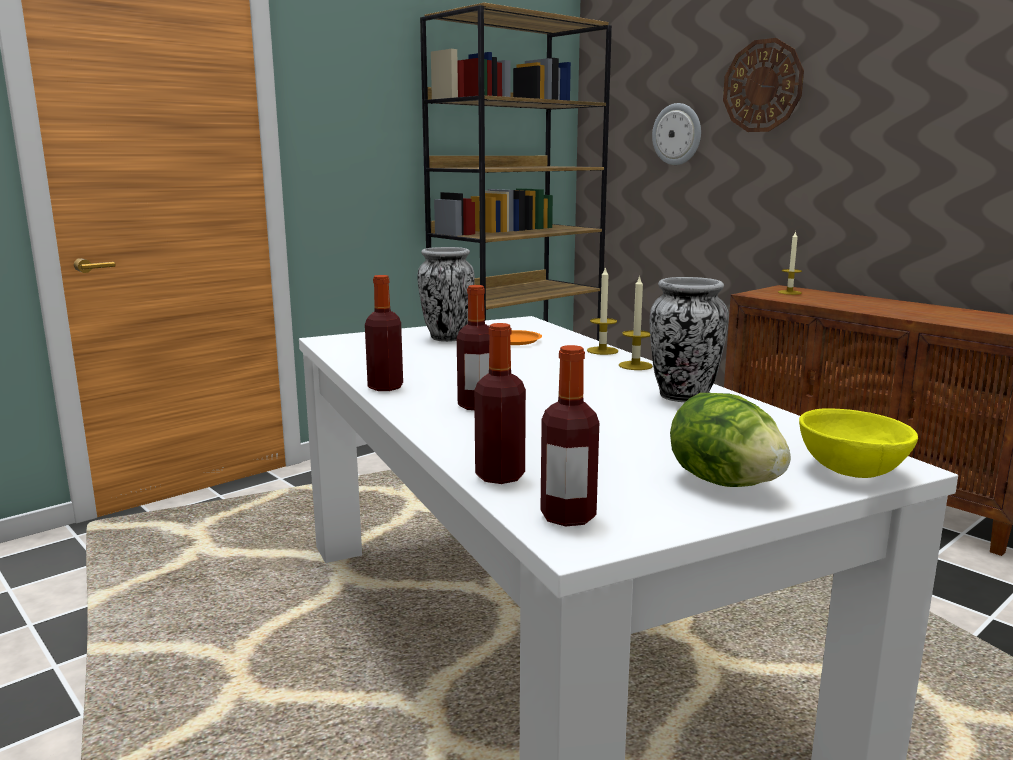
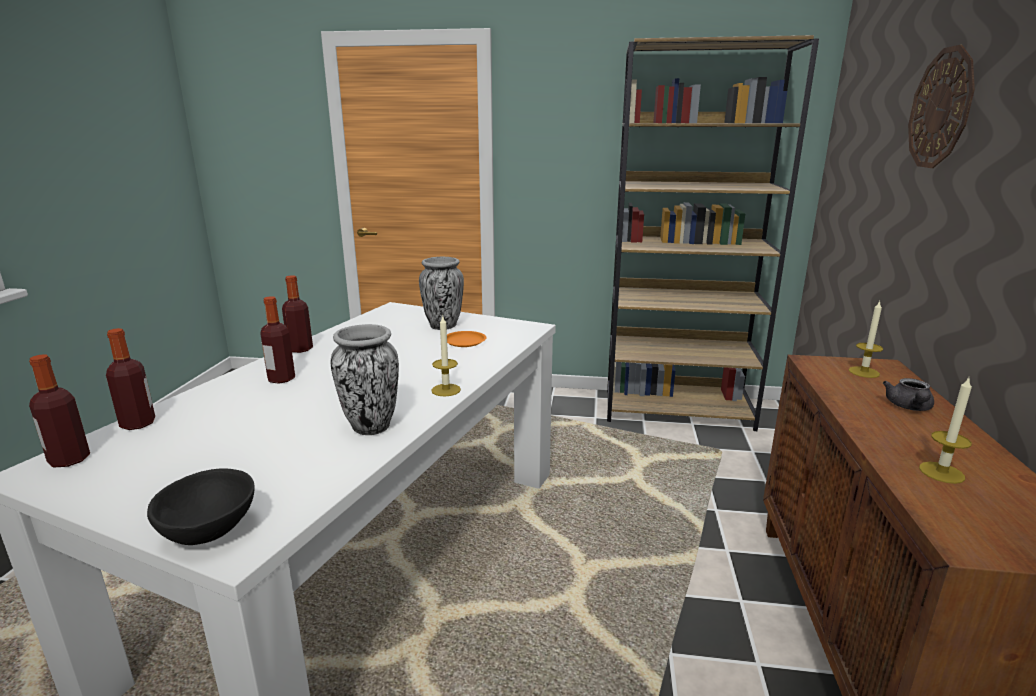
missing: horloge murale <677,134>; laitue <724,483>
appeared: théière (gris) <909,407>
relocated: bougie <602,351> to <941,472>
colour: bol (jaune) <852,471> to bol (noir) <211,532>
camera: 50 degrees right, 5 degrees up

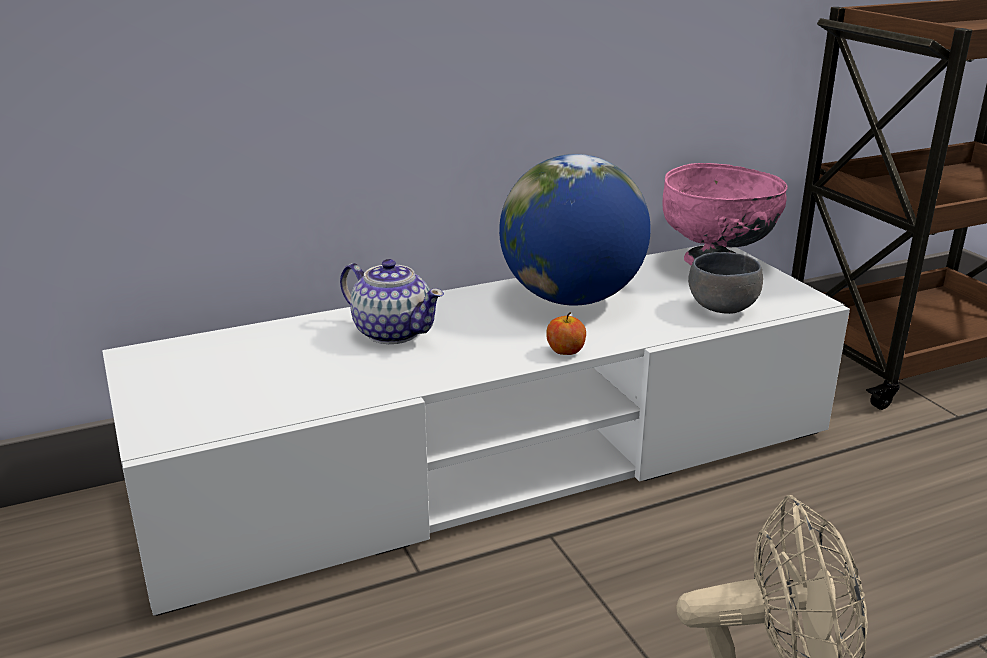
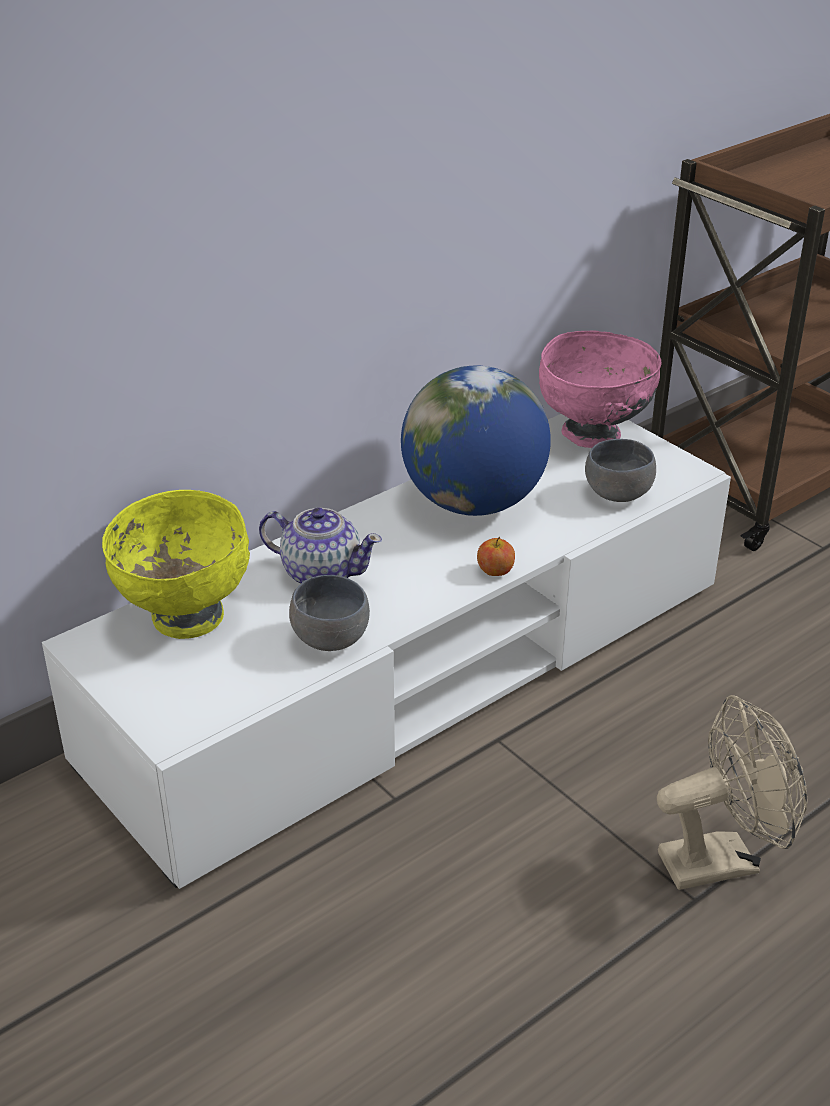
appeared: bol (jaune) <185,617>; bol (gris) <333,640>
camera: 15 degrees left, 10 degrees up

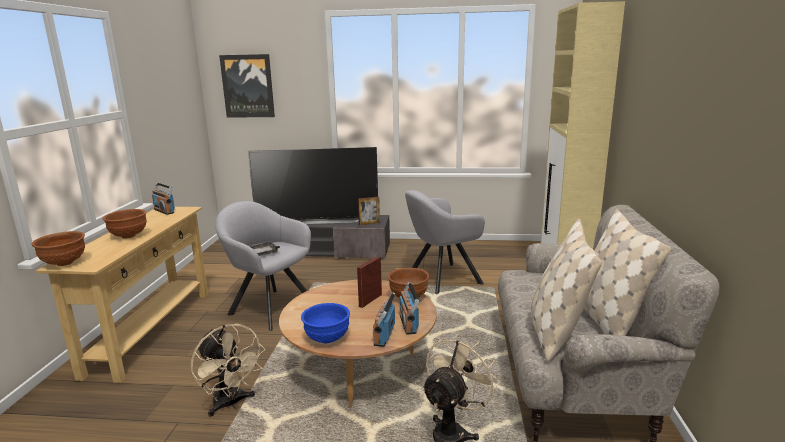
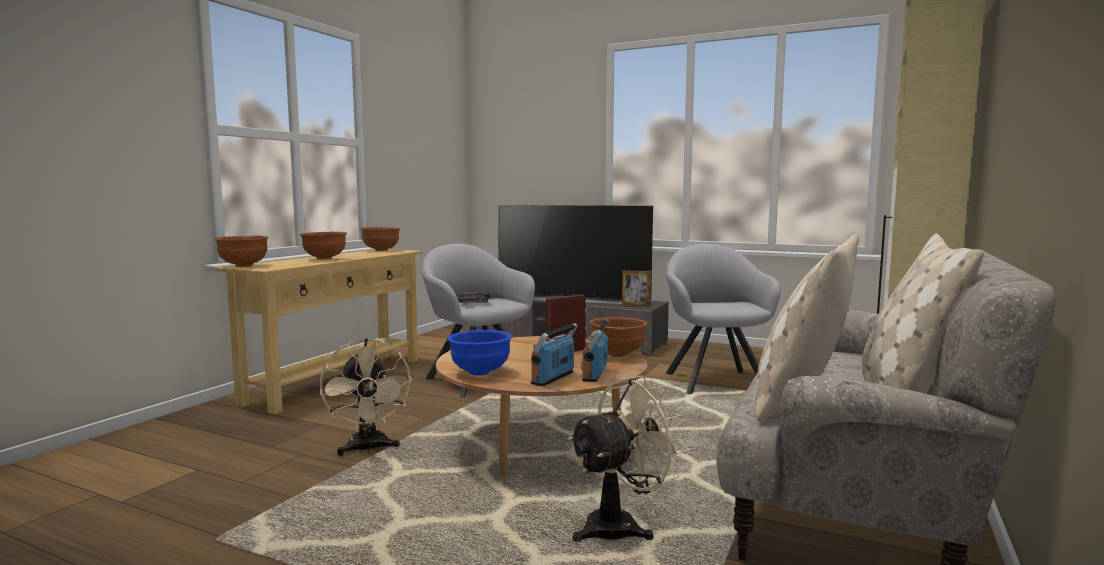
missing: tableau <248,86>
exchanged: radio <164,211> to bol (marron) <381,250>
spun: fauteuil (gris) <440,279> = <714,380> 90 degrees clockwise
camera: 20 degrees right, 10 degrees down

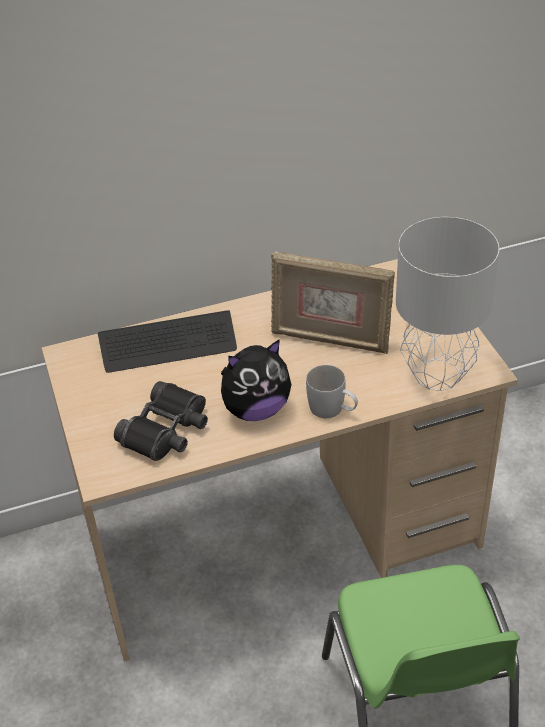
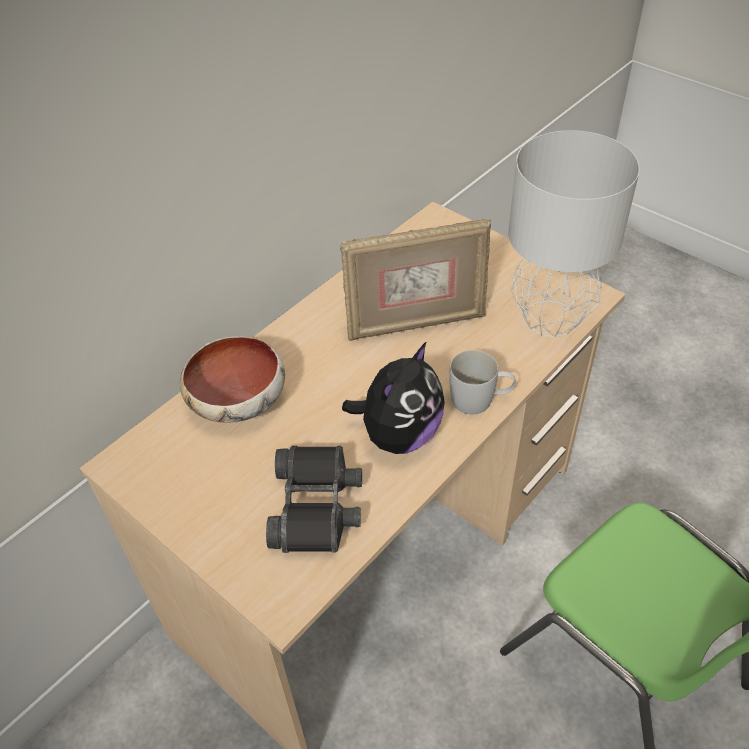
exchanged: clavier <168,344> to bol <239,399>
camera: 30 degrees left, 5 degrees up

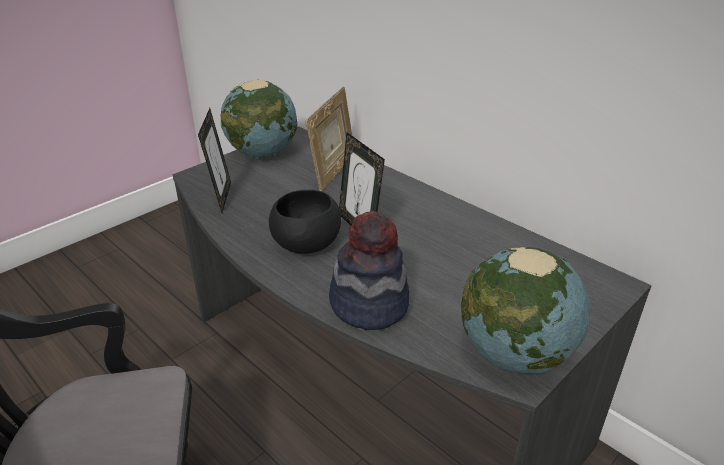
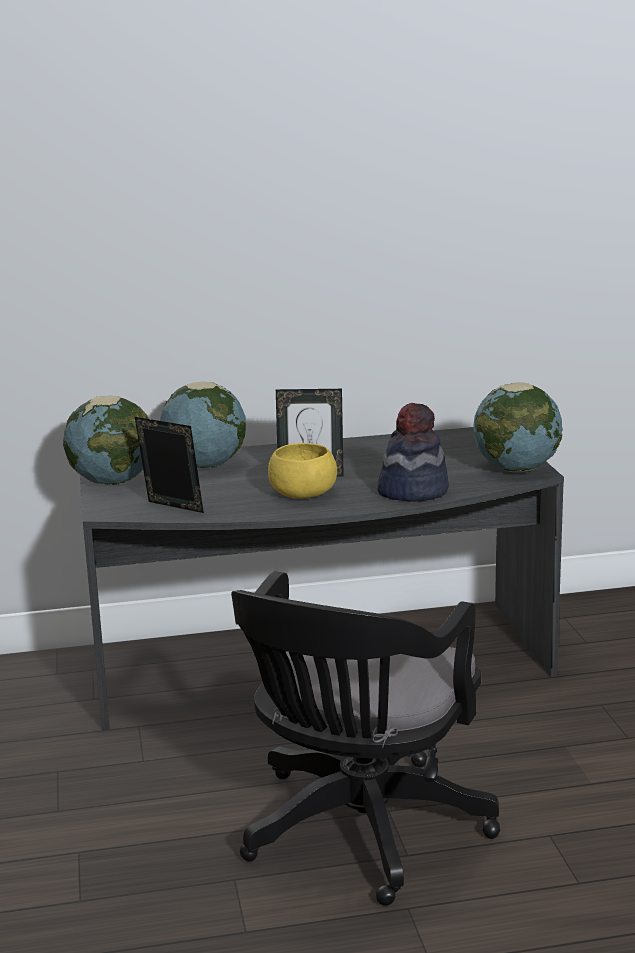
exchanged: cadre photo <333,172> to globe <205,465>
colour: bol (noir) <306,242> to bol (jaune) <302,494>
camera: 55 degrees left, 15 degrees down

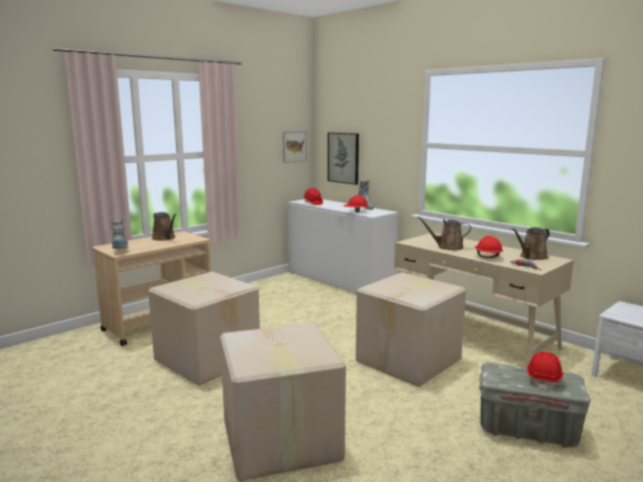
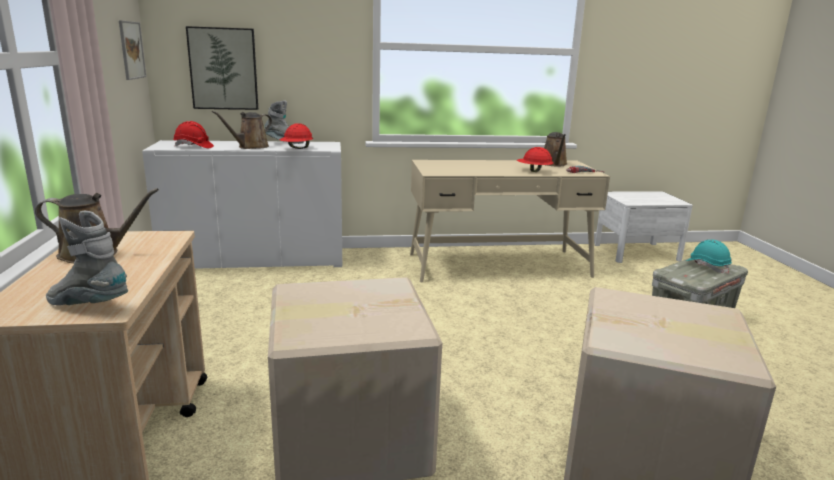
missing: carton <410,360>
relocated: arrosoir (marron) <447,247> to <250,147>
colour: casque de chantier (rouge) <544,379> to casque de chantier (turquoise) <707,266>
camera: 55 degrees left, 5 degrees up

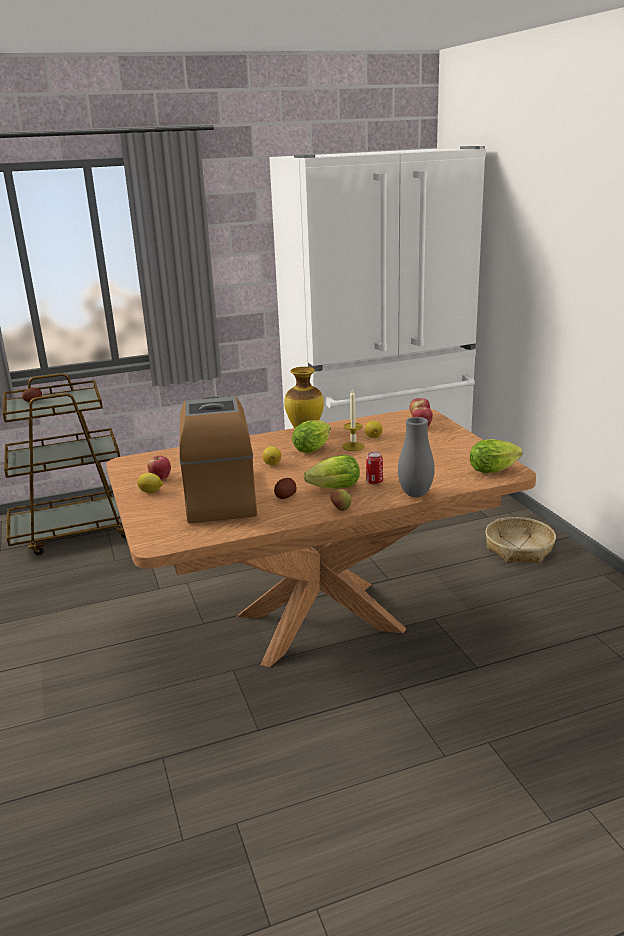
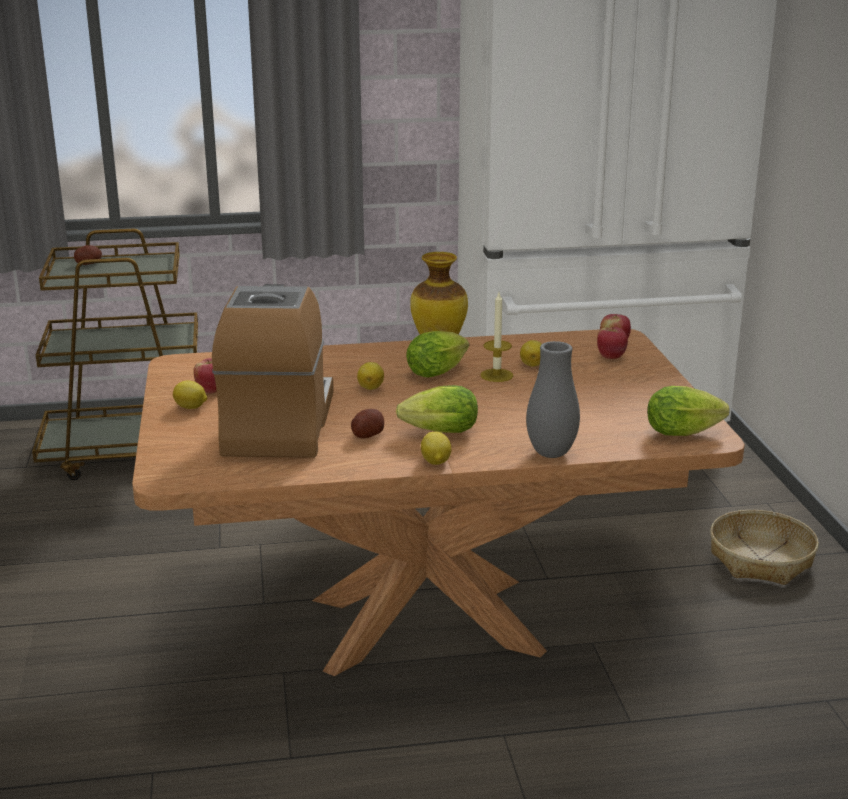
missing: boîte métallique <374,482>
exchanged: pomme <341,509> to citron <435,462>
camera: 10 degrees right, 0 degrees up

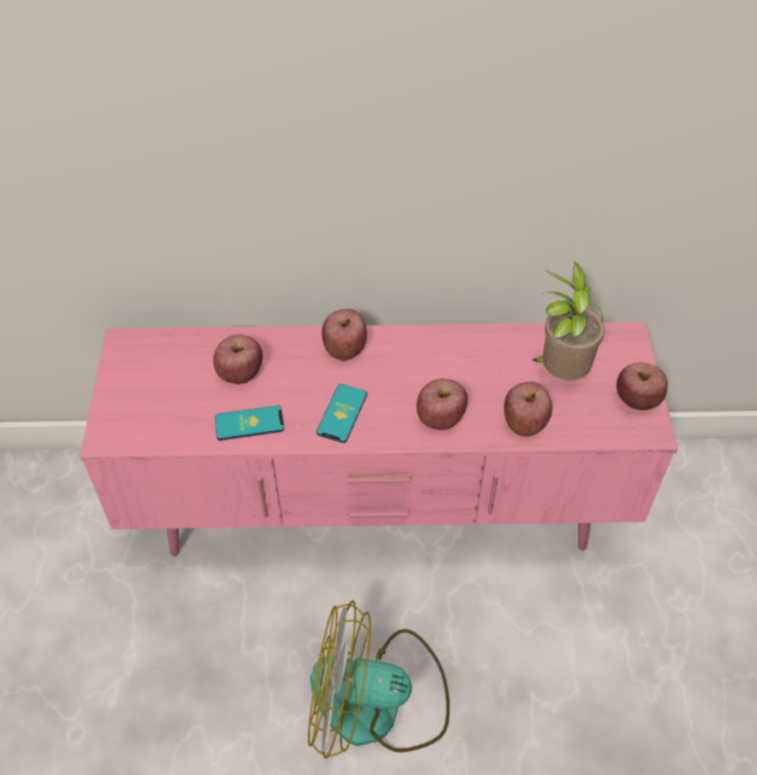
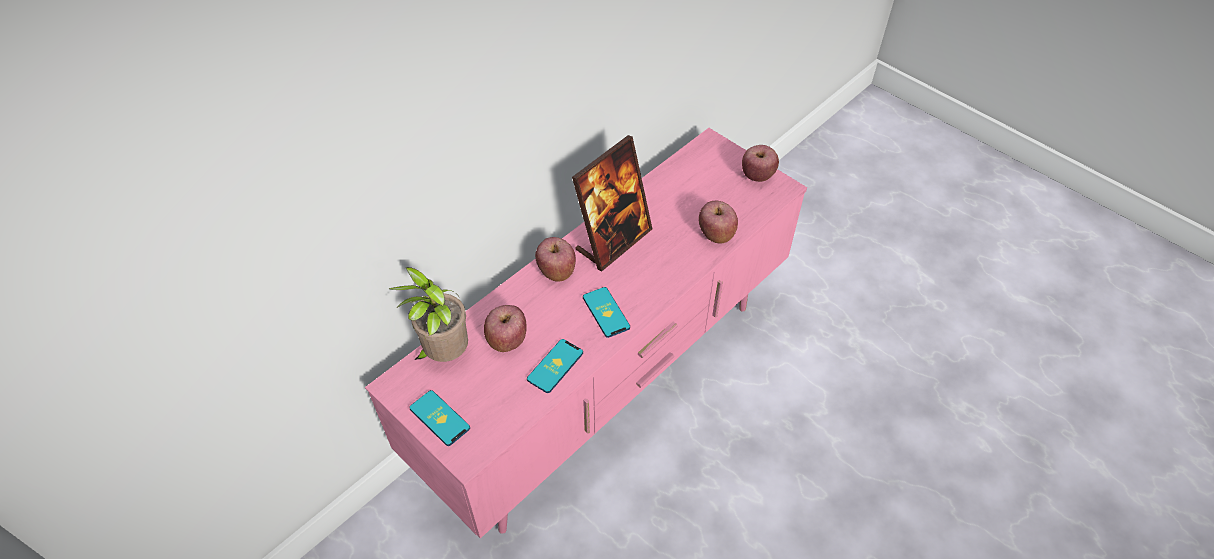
missing: ventilateur <377,703>; pomme <440,418>
appeared: téléphone <439,418>; cadre photo <613,241>
relocated: plante en pot <560,373> to <444,354>
camera: 45 degrees left, 0 degrees up

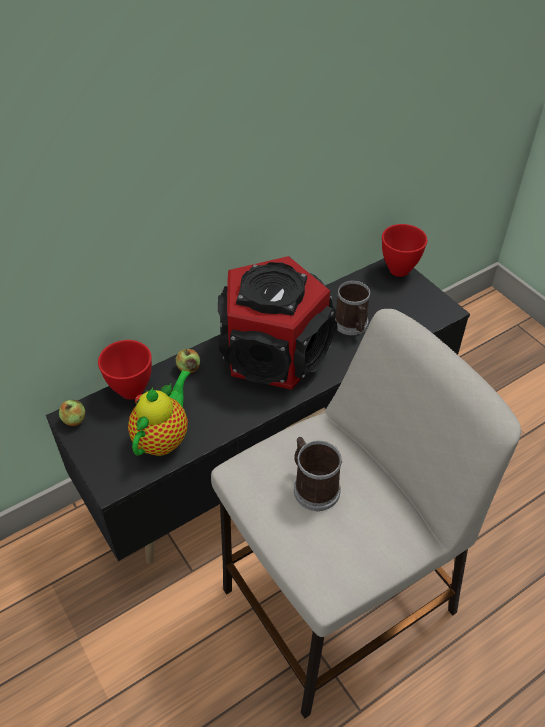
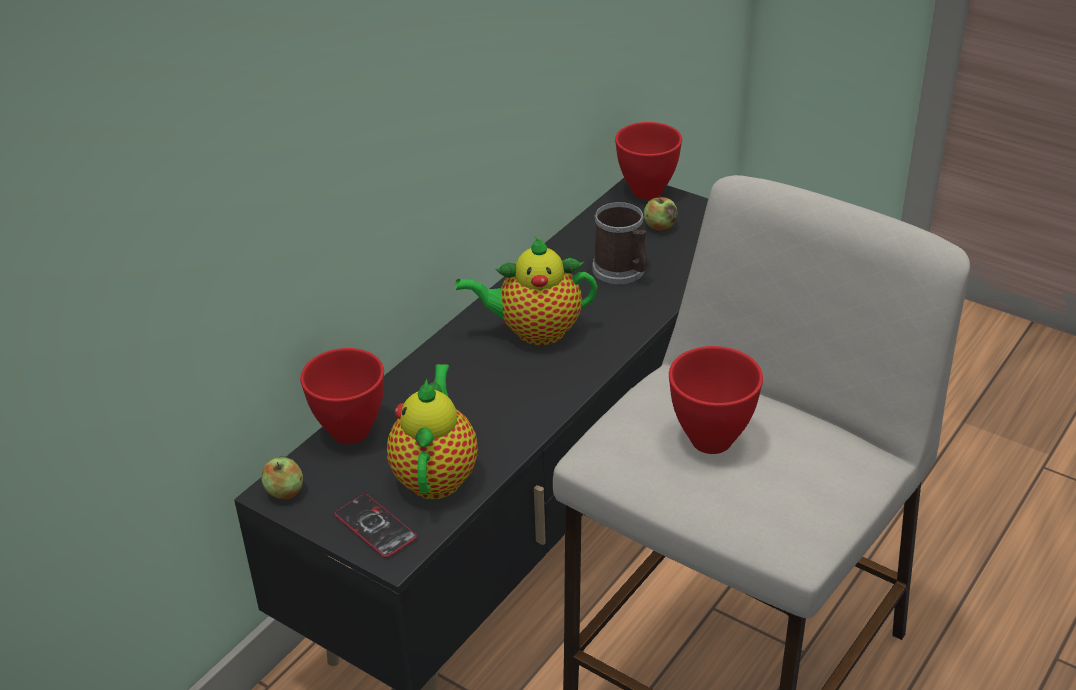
appeared: téléphone <375,527>
relocated: pomme <188,368> to <660,226>
exchanged: enceinte <275,353> to théière <534,331>; mug <313,486> to bol (rouge) <709,440>
camera: 20 degrees left, 10 degrees down

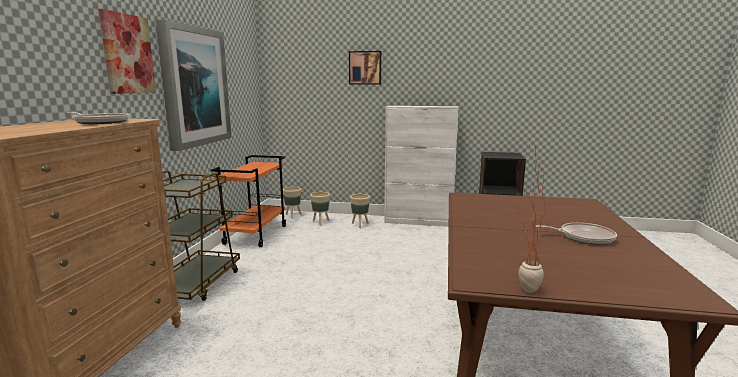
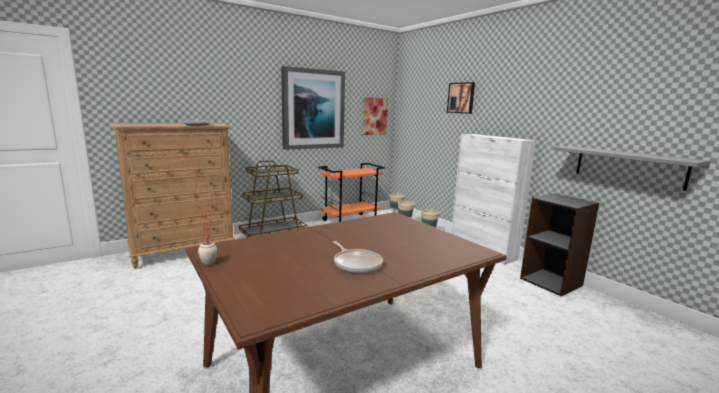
appeared: étagère (gris) <628,166>
relocated: tableau <128,54> to <374,116>
camera: 45 degrees right, 0 degrees up

